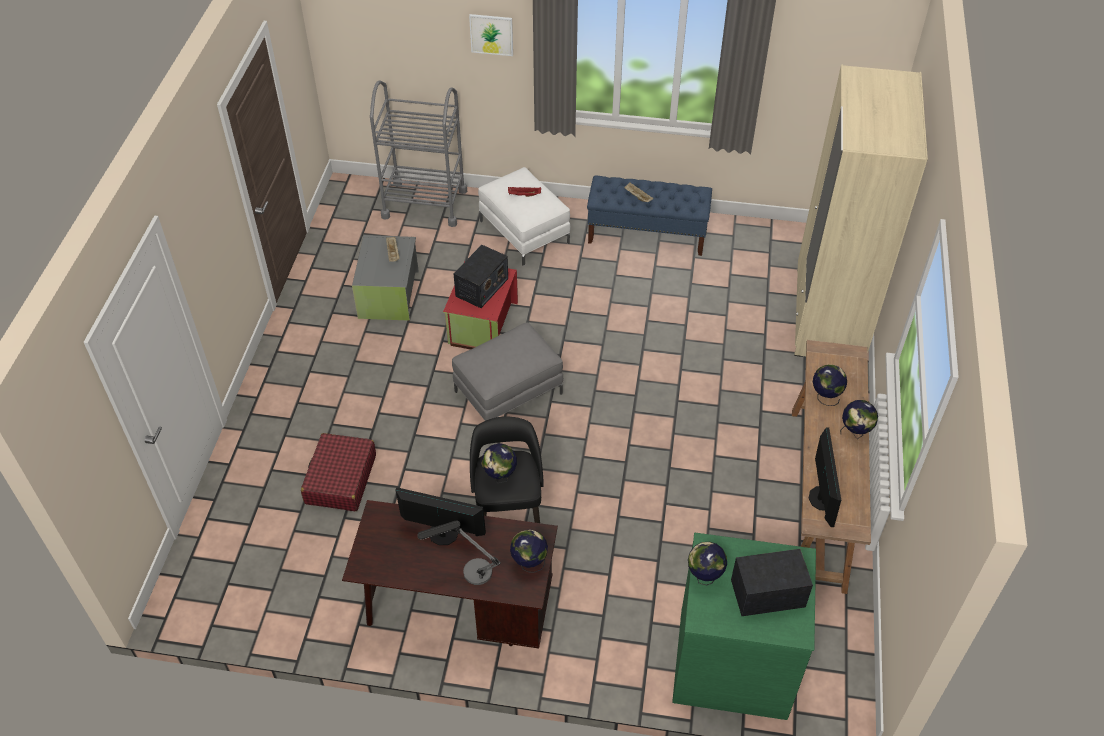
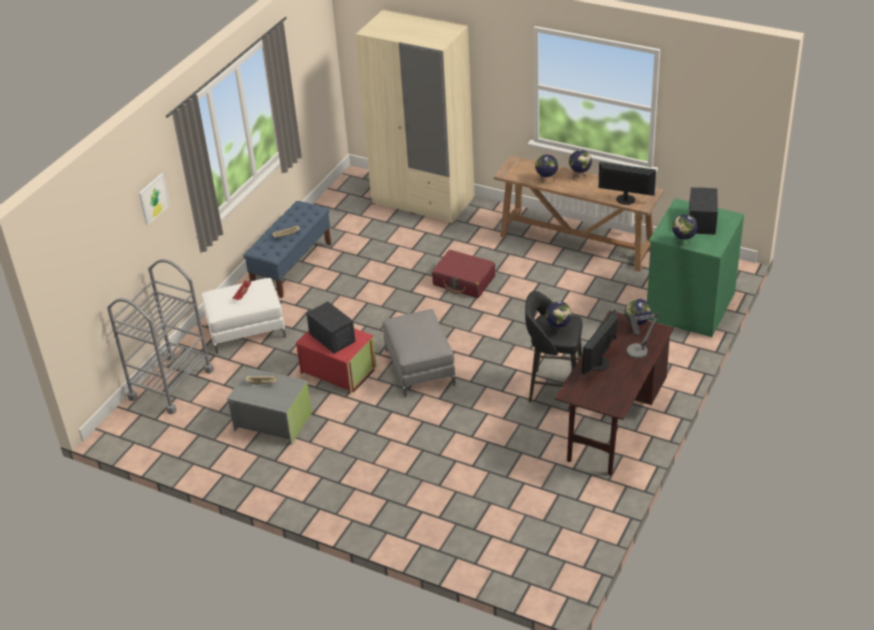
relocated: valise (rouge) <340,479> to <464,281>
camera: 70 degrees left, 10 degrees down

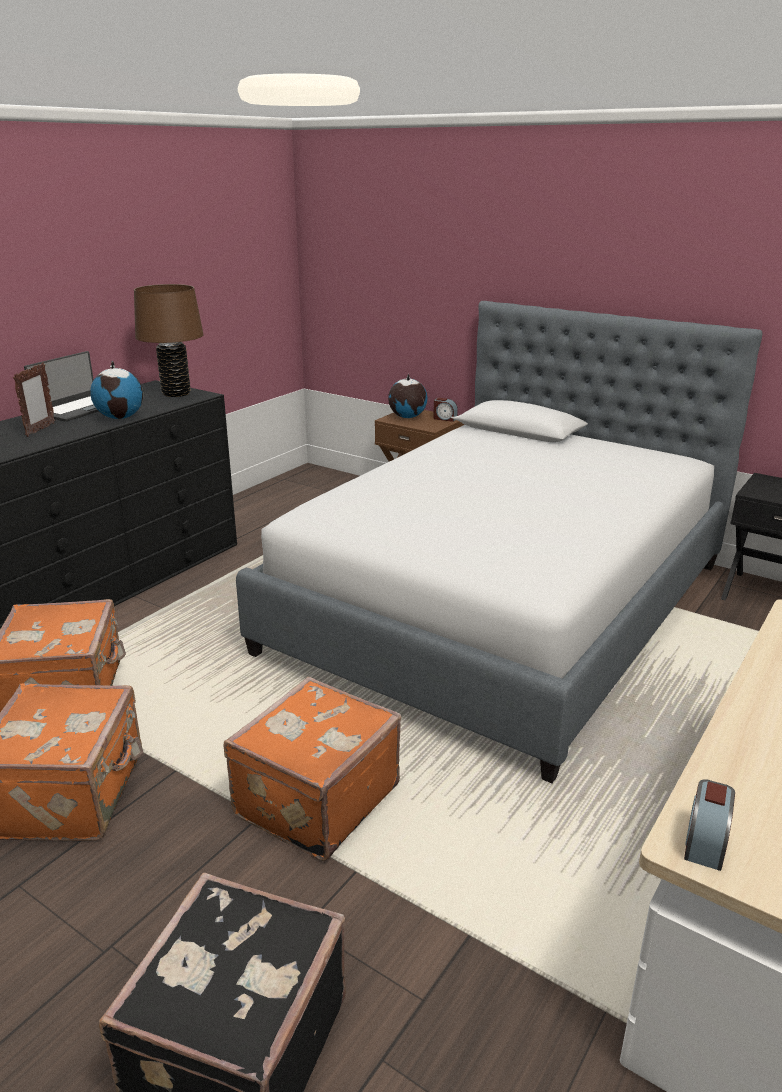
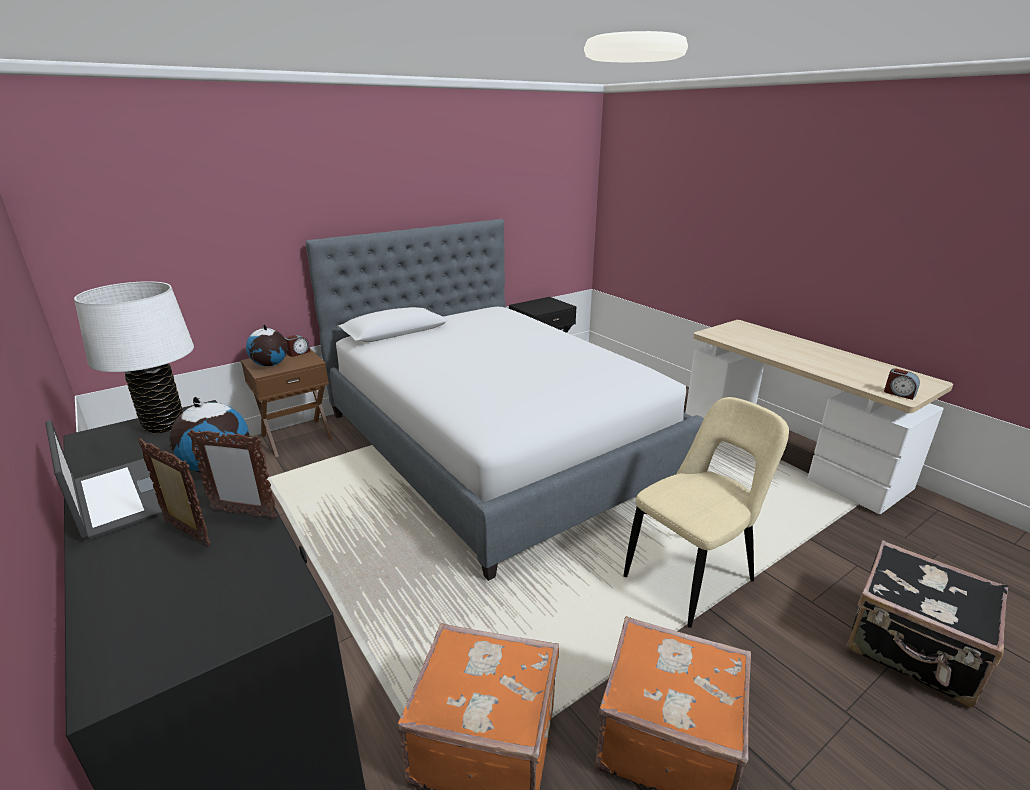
appeared: cadre photo <243,514>
exchanged: valise (orange) <314,799> to chaise (beige) <693,576>
colour: lampe de table (marron) <176,393> to lampe de table (blanc) <164,425>
camera: 70 degrees left, 0 degrees up

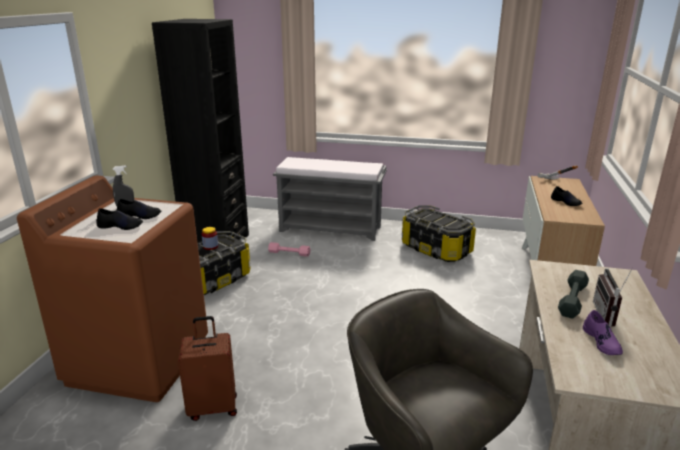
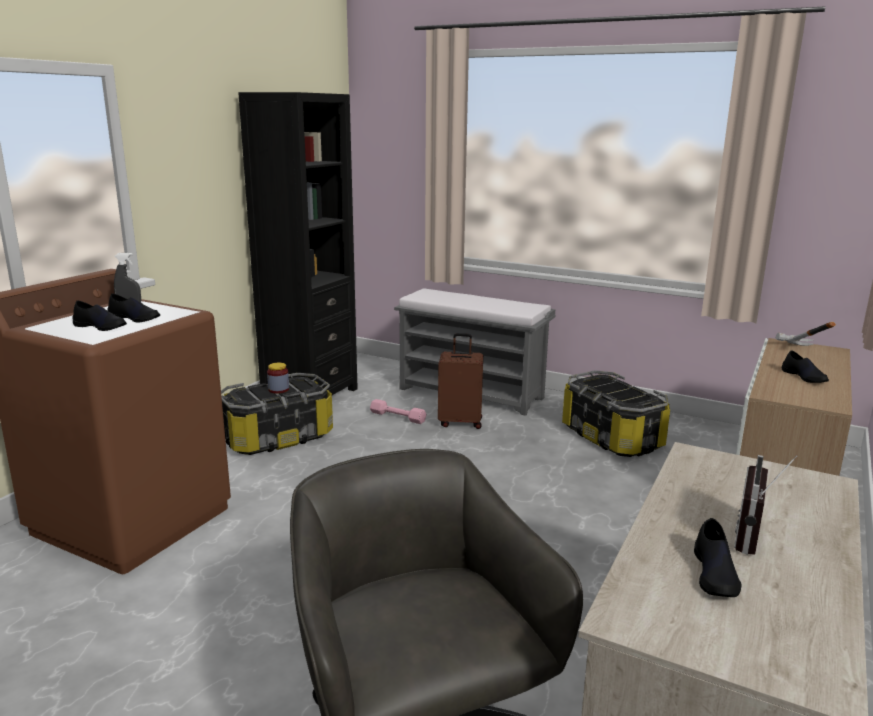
missing: haltère (gris) <572,299>
relocated: valise (marron) <213,407> to <460,422>
colour: chaussure (violet) <602,342> to chaussure (noir) <715,574>
camera: 15 degrees right, 5 degrees down

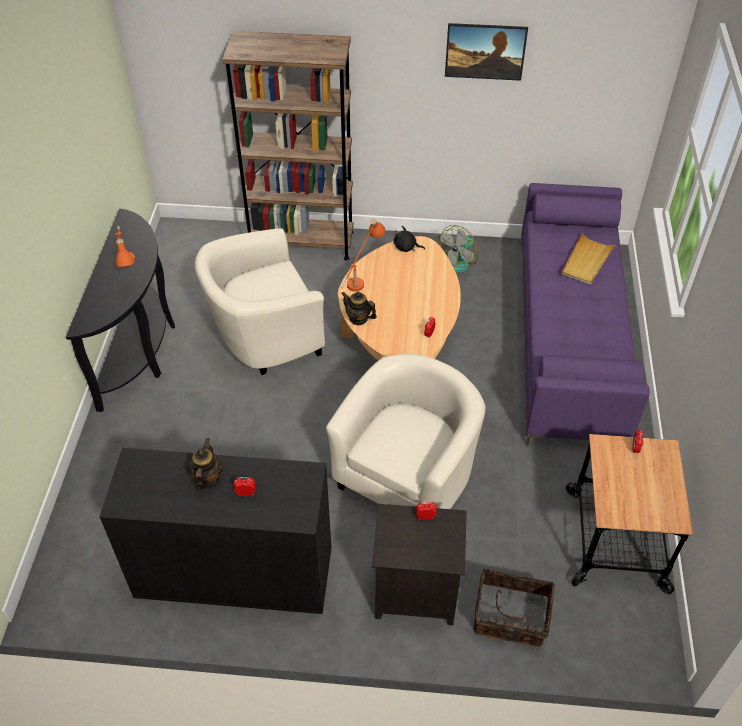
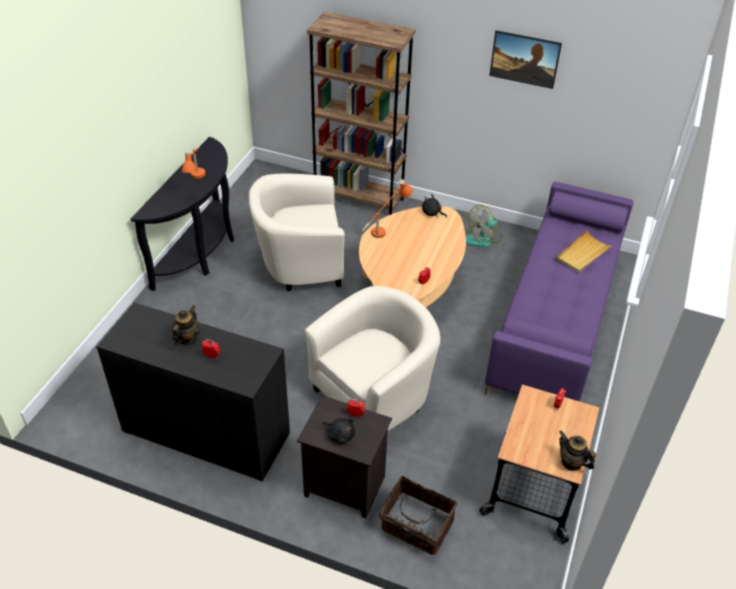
appeared: peluche (noir) <340,435>
relocated: théière <358,318> to <571,462>
camera: 15 degrees right, 5 degrees down

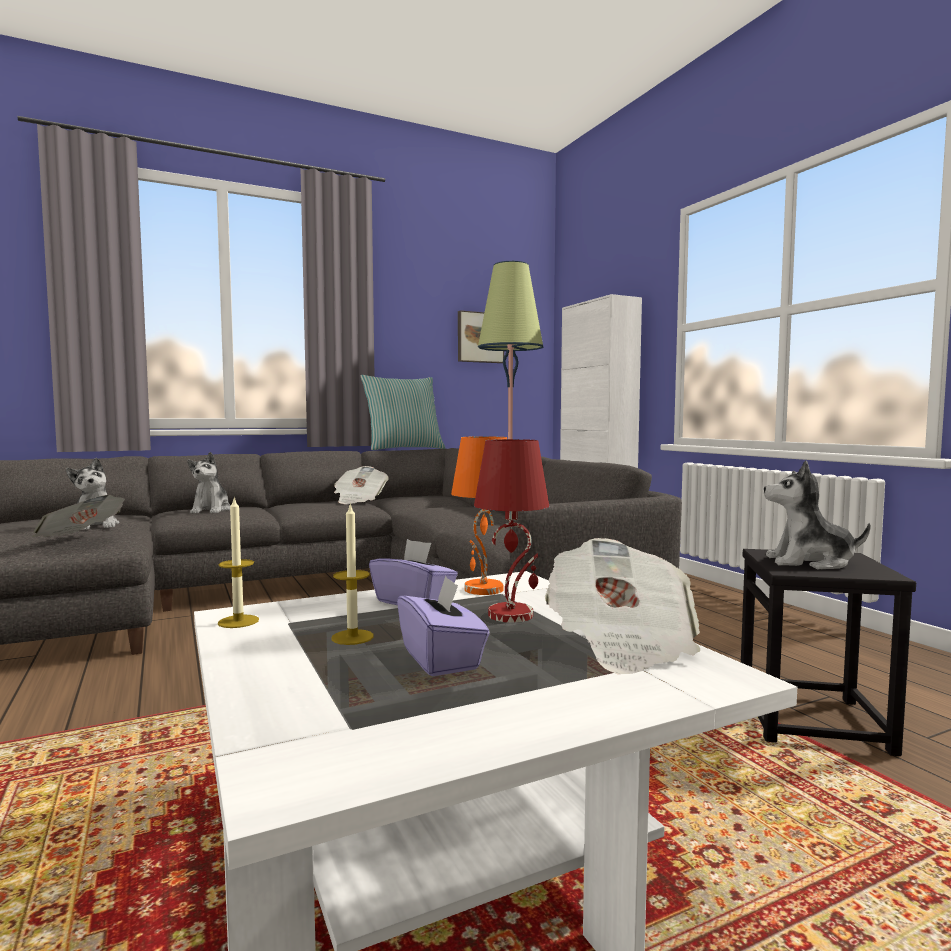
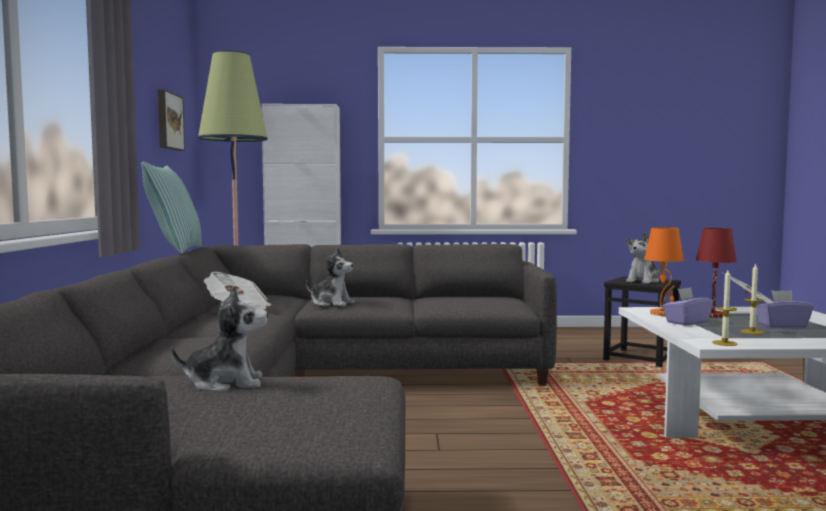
missing: journal <80,539>
relocated: peluche <211,510> to <331,303>
camera: 65 degrees left, 0 degrees up

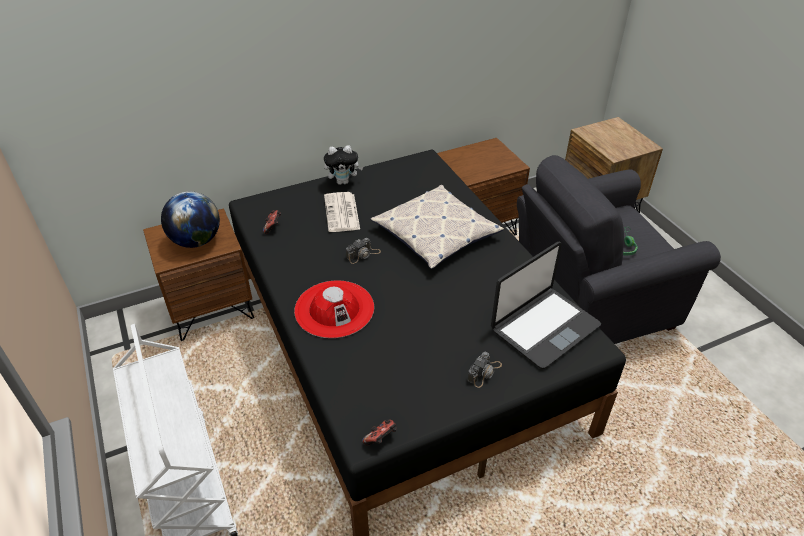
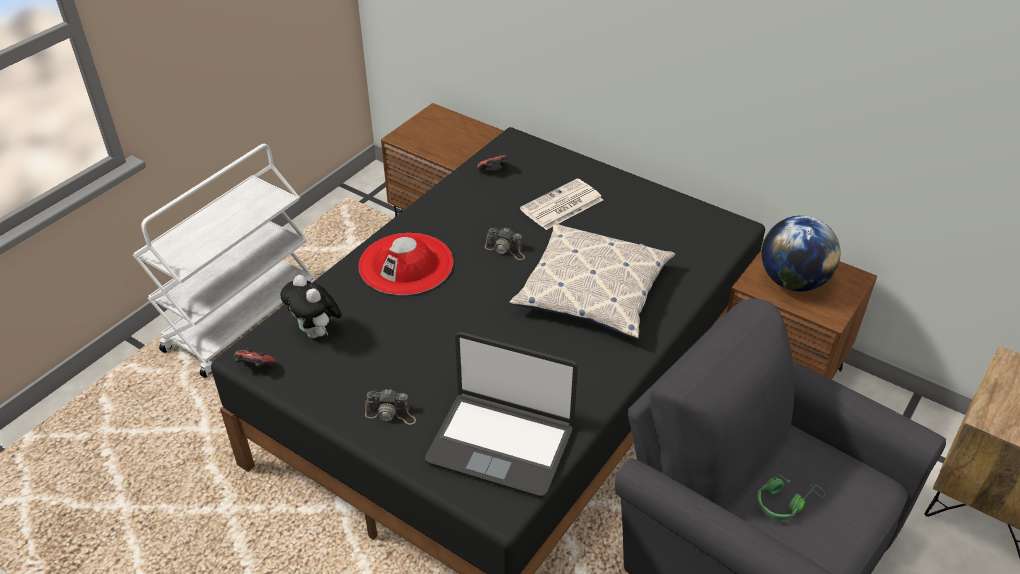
relocated: globe <196,241> to <792,281>; peluche <343,182> to <317,333>
camera: 60 degrees right, 0 degrees up

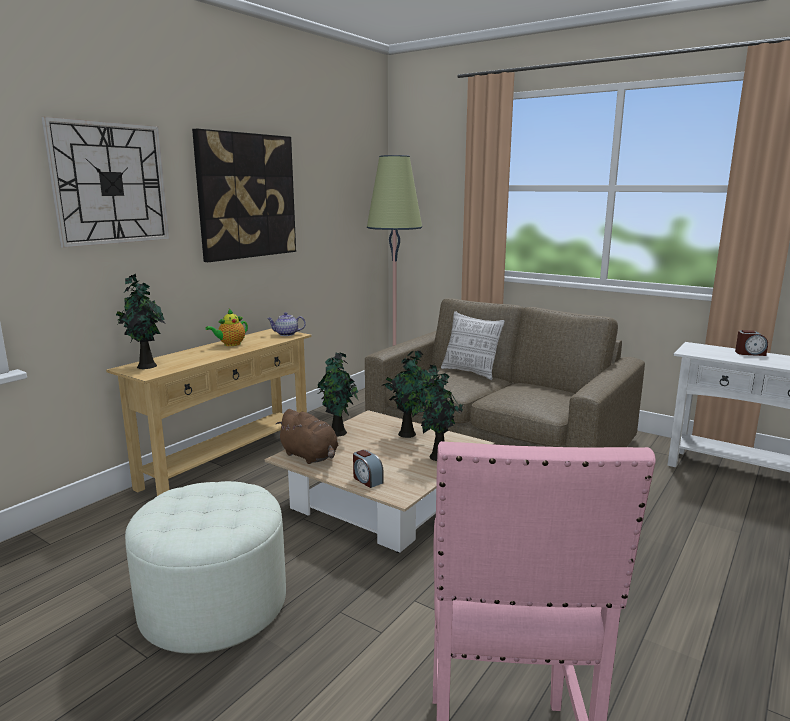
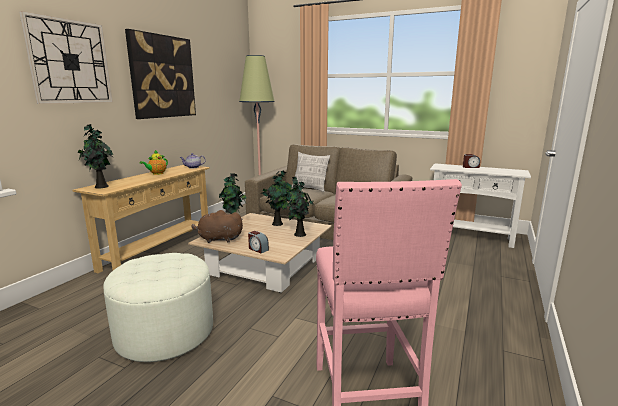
spun: peluche (marron) <310,456> = <218,239> 150 degrees clockwise
camera: 10 degrees left, 0 degrees up

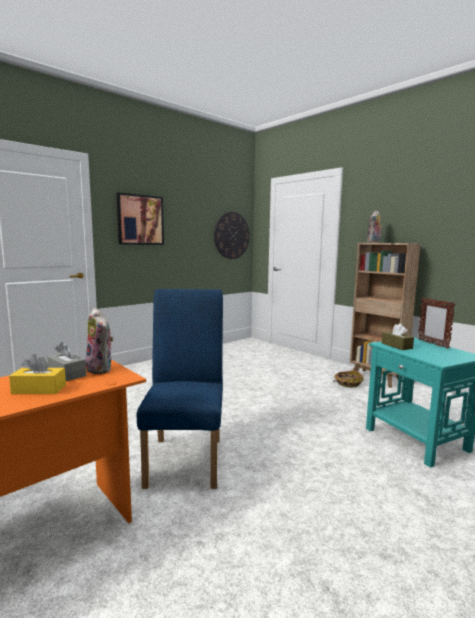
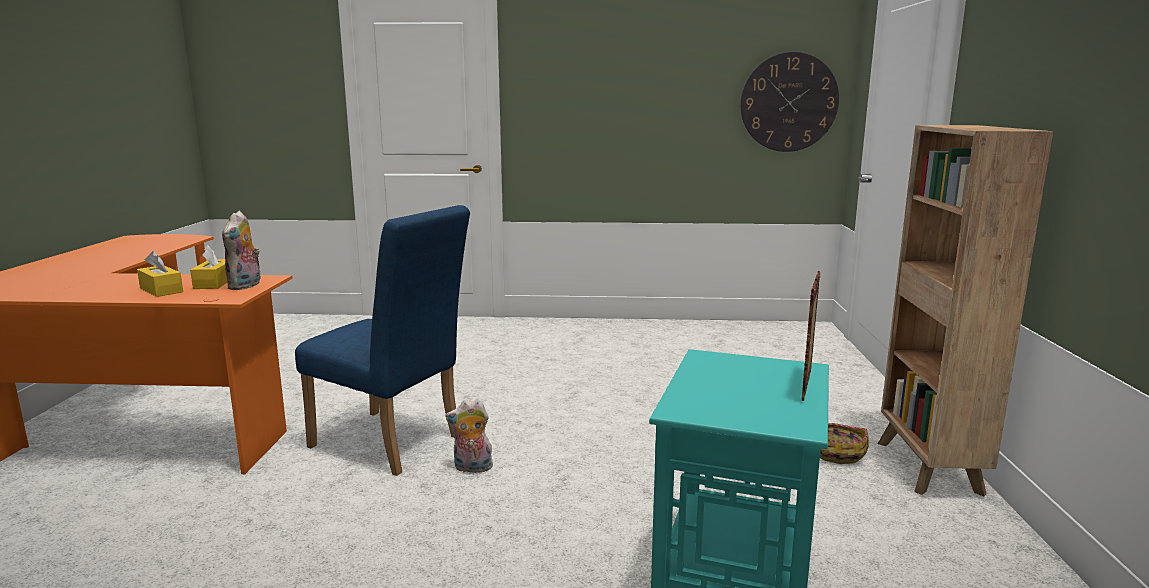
missing: tableau <140,220>; boîte à mouchoirs (marron) <396,346>
relocated: peluche <374,242> to <472,468>
colour: boîte à mouchoirs (gris) <67,374> to boîte à mouchoirs (jaune) <214,283>
spun: chaise (bleu) <186,457> = <393,444> 75 degrees clockwise
camera: 45 degrees right, 5 degrees up

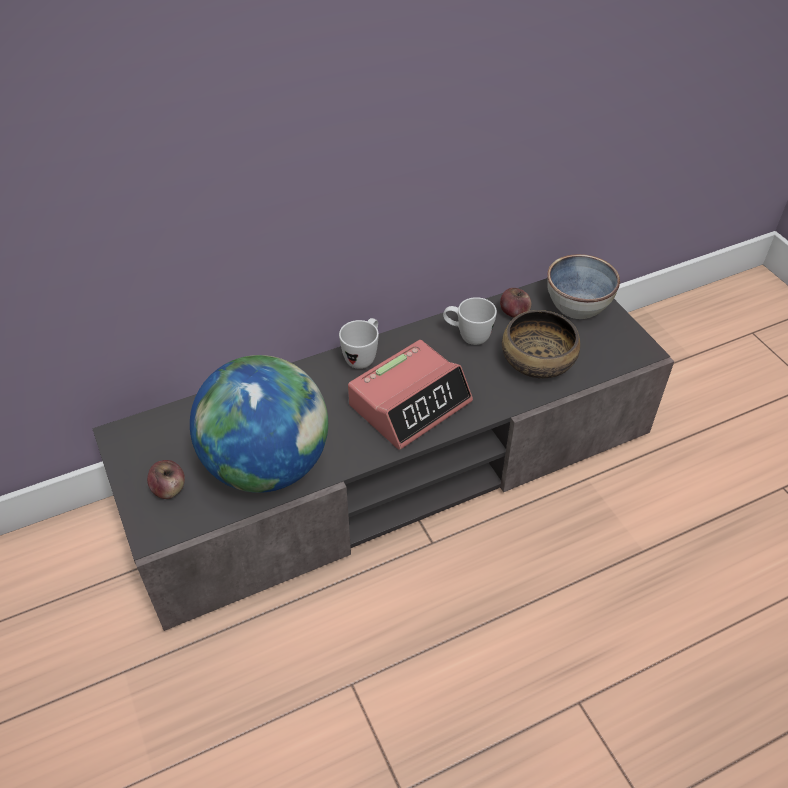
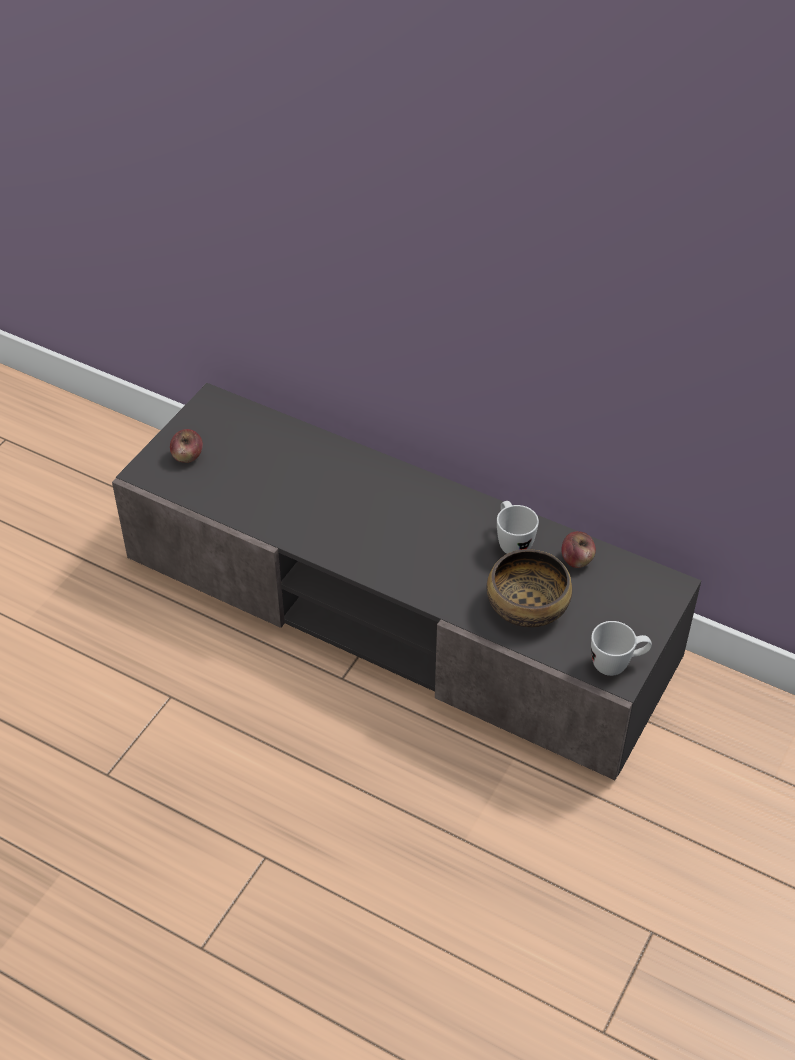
missing: globe <267,465>; réveil <410,403>; bol <577,304>
relocated: mug (blanc) <363,356> to <617,664>
camera: 55 degrees right, 0 degrees up

